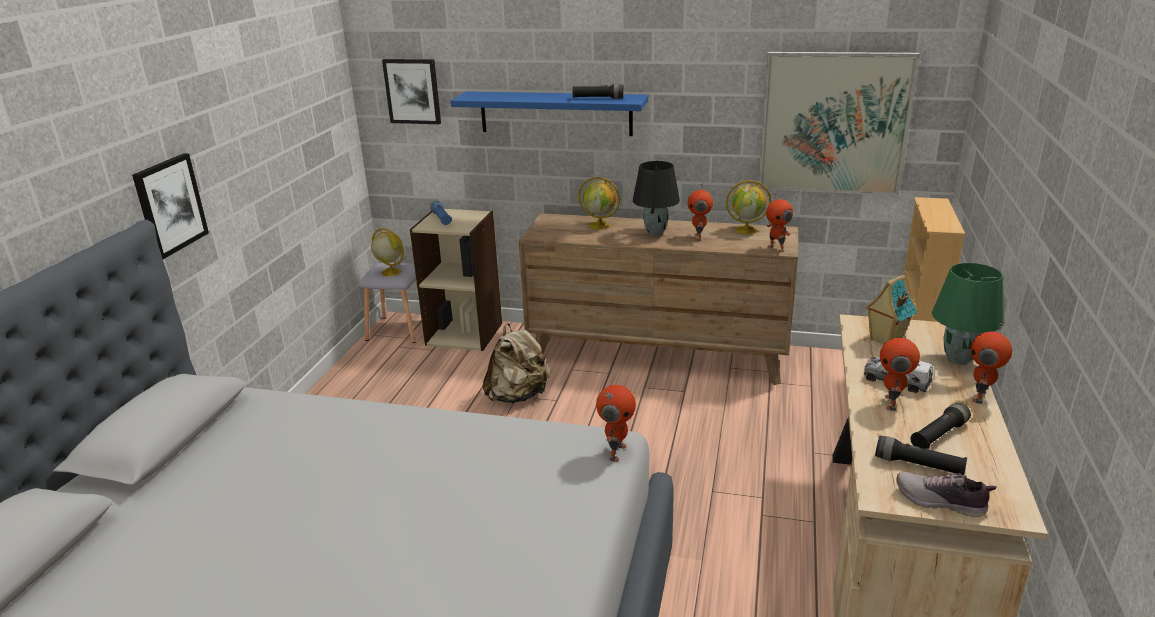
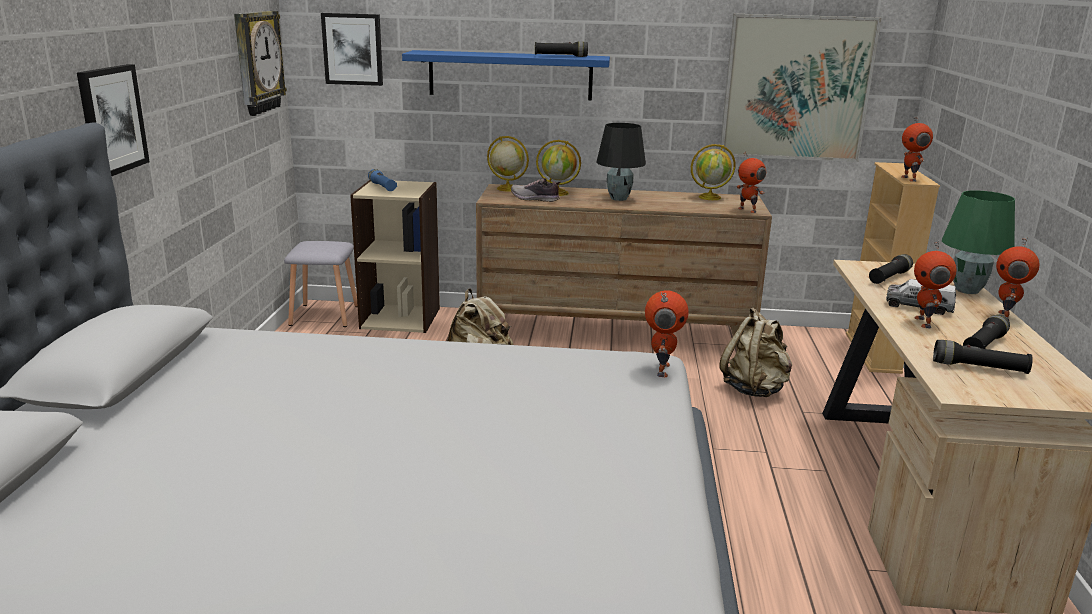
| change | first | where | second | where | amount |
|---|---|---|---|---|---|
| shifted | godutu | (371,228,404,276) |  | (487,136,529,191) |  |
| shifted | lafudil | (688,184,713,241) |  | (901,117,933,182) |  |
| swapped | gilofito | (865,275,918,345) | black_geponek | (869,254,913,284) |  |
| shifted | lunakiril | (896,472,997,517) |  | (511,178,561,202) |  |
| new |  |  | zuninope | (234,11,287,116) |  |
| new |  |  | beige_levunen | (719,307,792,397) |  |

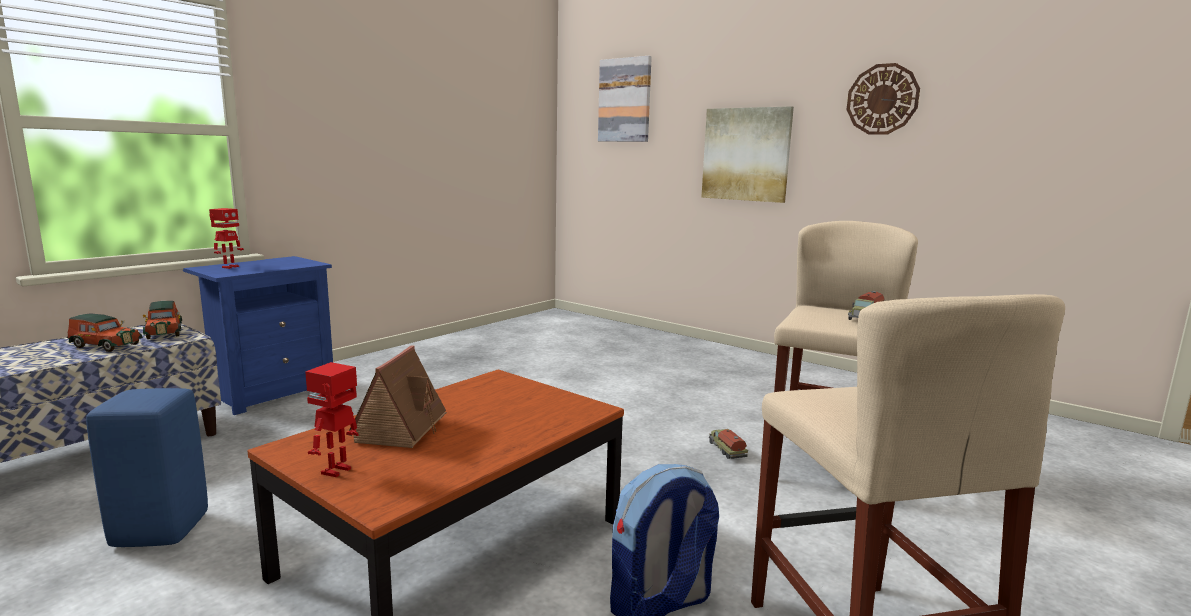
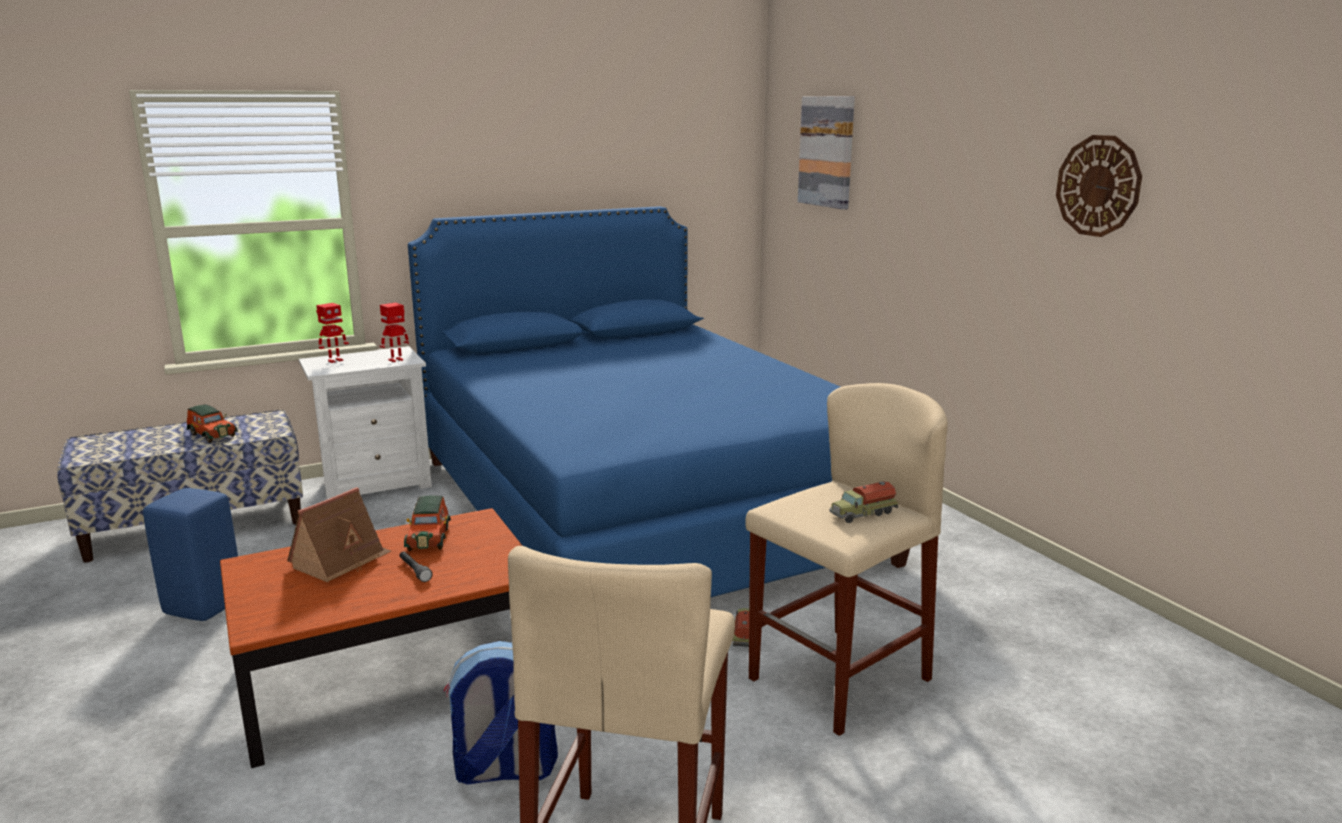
| change | first | where | second | where | amount |
|---|---|---|---|---|---|
| shifted | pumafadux | (143,301,182,339) |  | (404,495,451,551) |  |
| repainted | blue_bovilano | (183,256,333,415) | white_bovilano | (299,346,432,499) |  |
| shifted | lafudil | (305,362,358,477) |  | (380,303,409,362) |  |
| gone | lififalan | (701,106,794,203) |  |  |  |
| new |  |  | grey_geponek | (400,551,432,582) |  |
| new |  |  | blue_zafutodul | (408,206,910,597) |  |

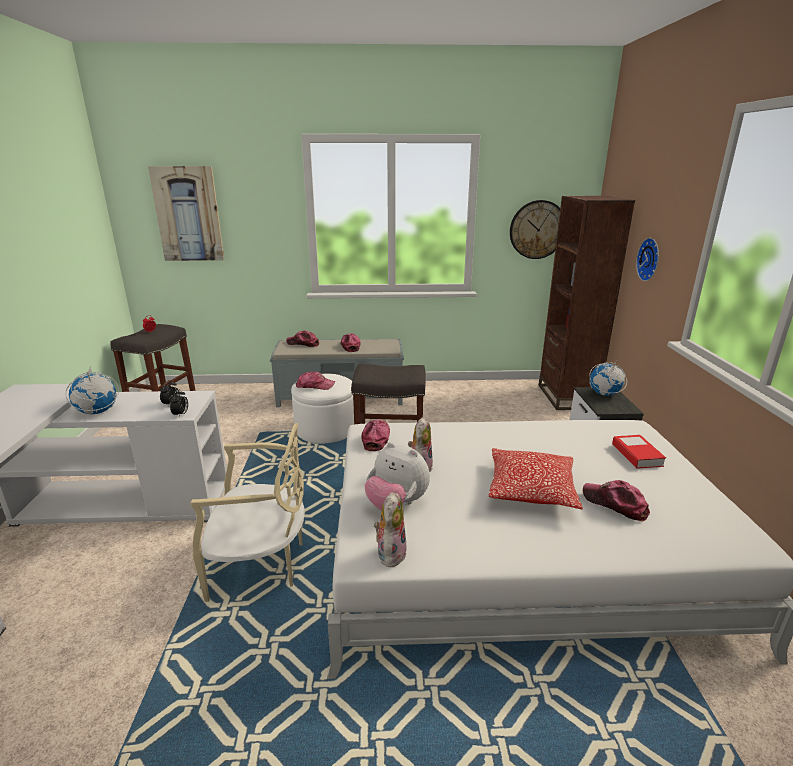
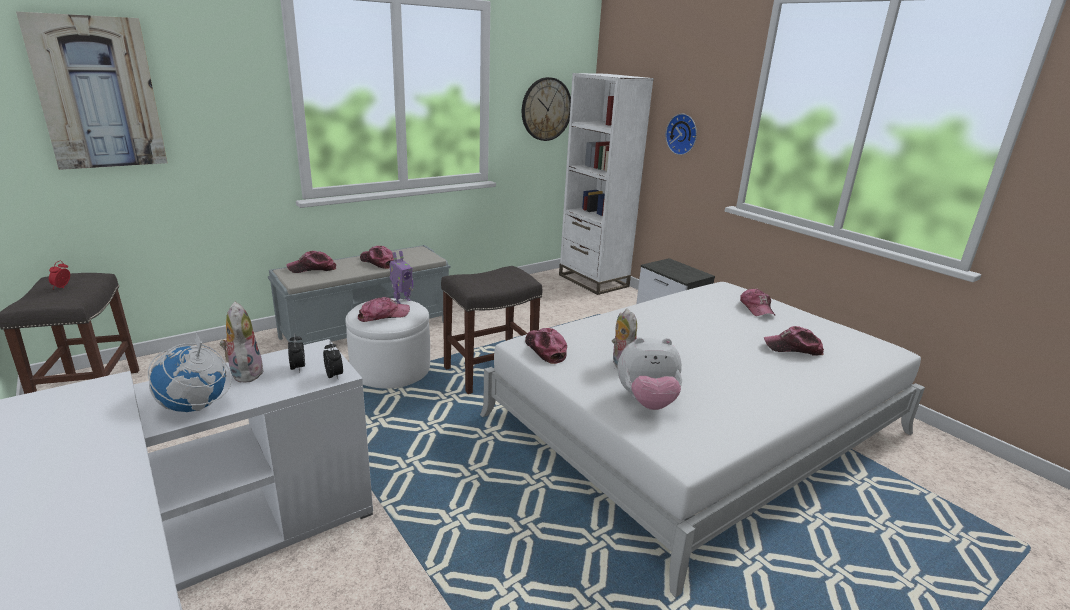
| change | first | where | second | where | amount |
|---|---|---|---|---|---|
| gone | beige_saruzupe | (191,423,305,602) |  |  |  |
| shifted | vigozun | (374,492,406,568) |  | (219,302,264,383) |  |
| gone | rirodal | (489,448,583,509) |  |  |  |
| repainted | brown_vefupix | (539,196,635,410) | white_vefupix | (559,73,654,295) |  |
| gone | godutu | (589,362,627,396) |  |  |  |
| swapped | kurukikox | (612,435,666,469) | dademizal | (740,289,775,316) |  |
| new |  |  | lafudil | (389,251,413,304) |  |

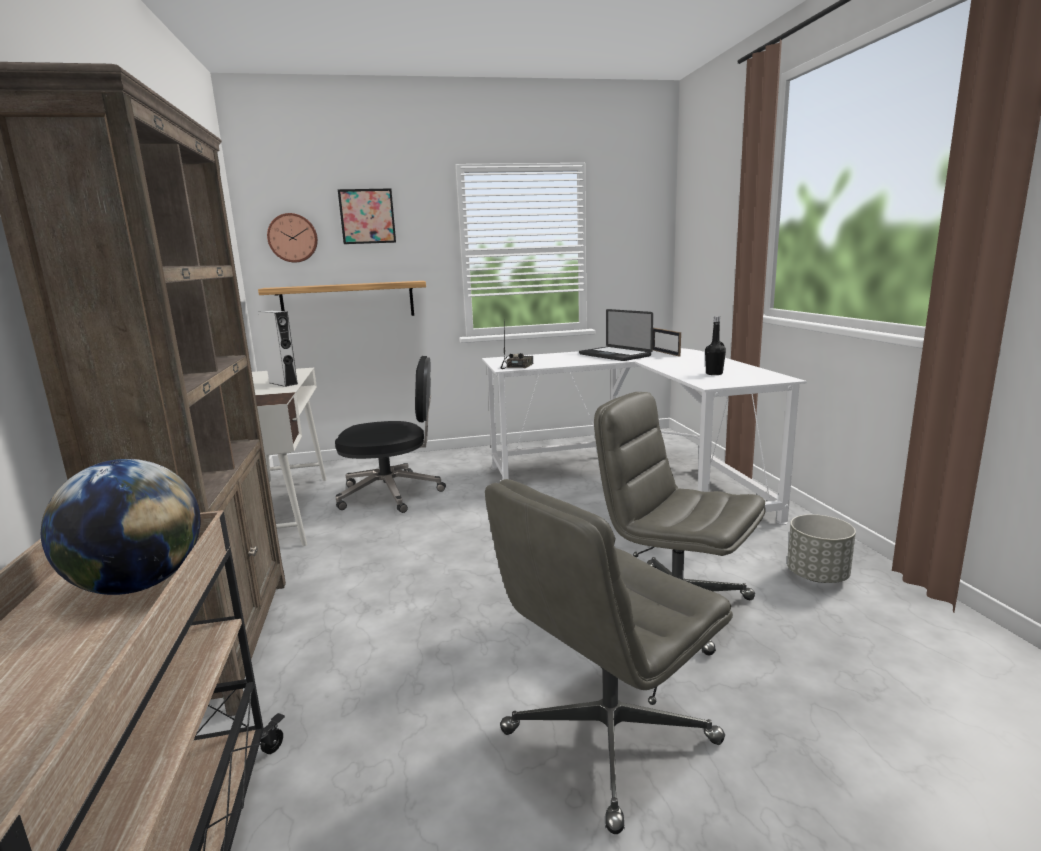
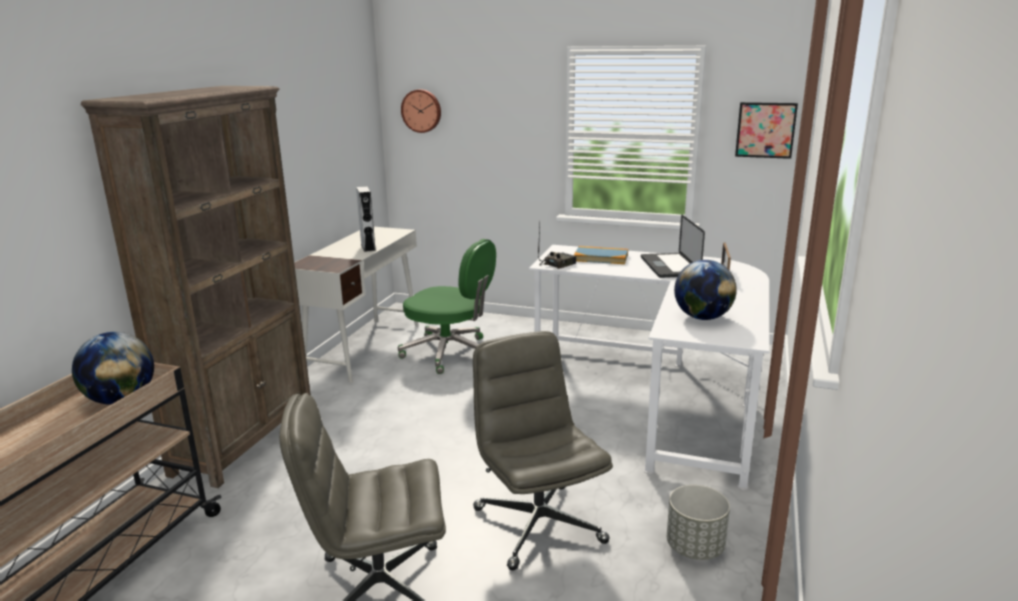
| change | first | where | second | where | amount |
|---|---|---|---|---|---|
| gone | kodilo | (258,281,426,316) |  |  |  |
| repainted | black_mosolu | (335,356,446,513) | green_mosolu | (398,239,496,374) |  |
| shifted | lififalan | (338,188,396,244) |  | (735,102,798,159) |  |
| swapped | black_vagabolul | (705,316,726,375) | godutu | (674,260,737,320) |  |
| new |  |  | kurukikox | (574,246,628,264) |  |

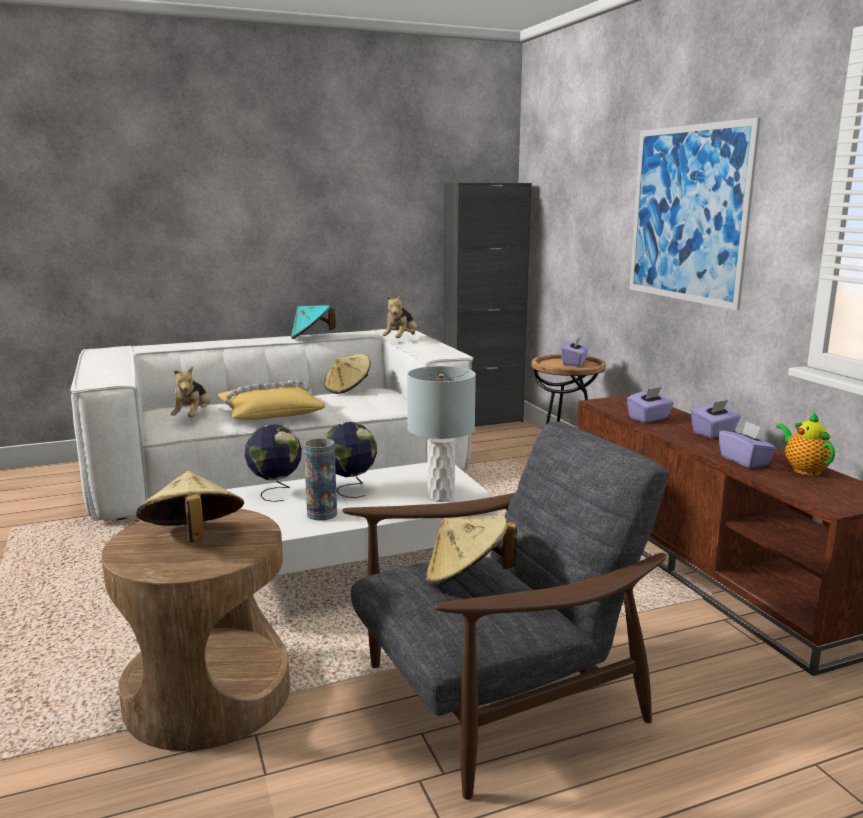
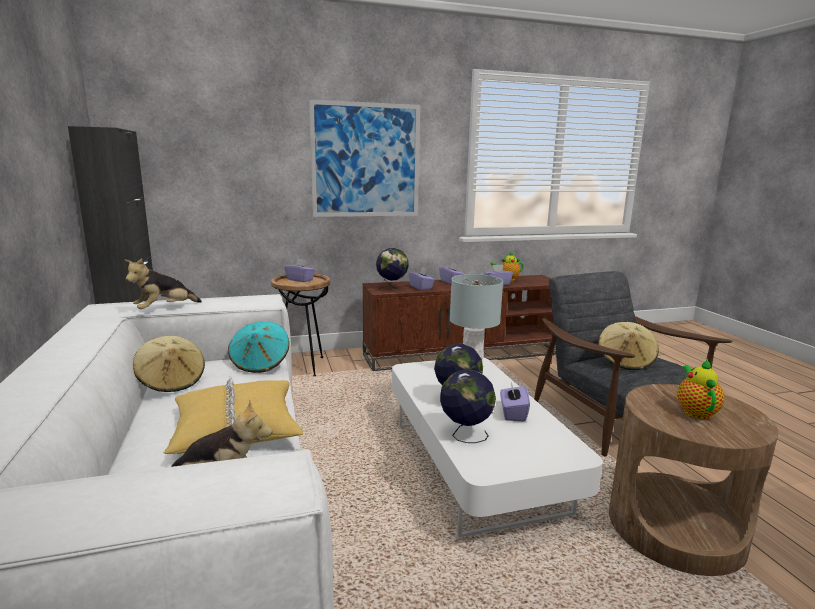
| change | first | where | second | where | amount |
|---|---|---|---|---|---|
| swapped | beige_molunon | (136,471,244,542) | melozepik | (677,359,724,420) |  |
| shifted | turquoise_molunon | (291,305,336,339) |  | (228,321,289,373) |  |
| swapped | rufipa | (304,438,337,521) | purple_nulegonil | (500,382,530,422) |  |
| rotated | vigozun | (382,294,417,338) |  | (125,258,202,309) | 105 degrees clockwise |
| new |  |  | godutu | (376,248,409,290) |  |

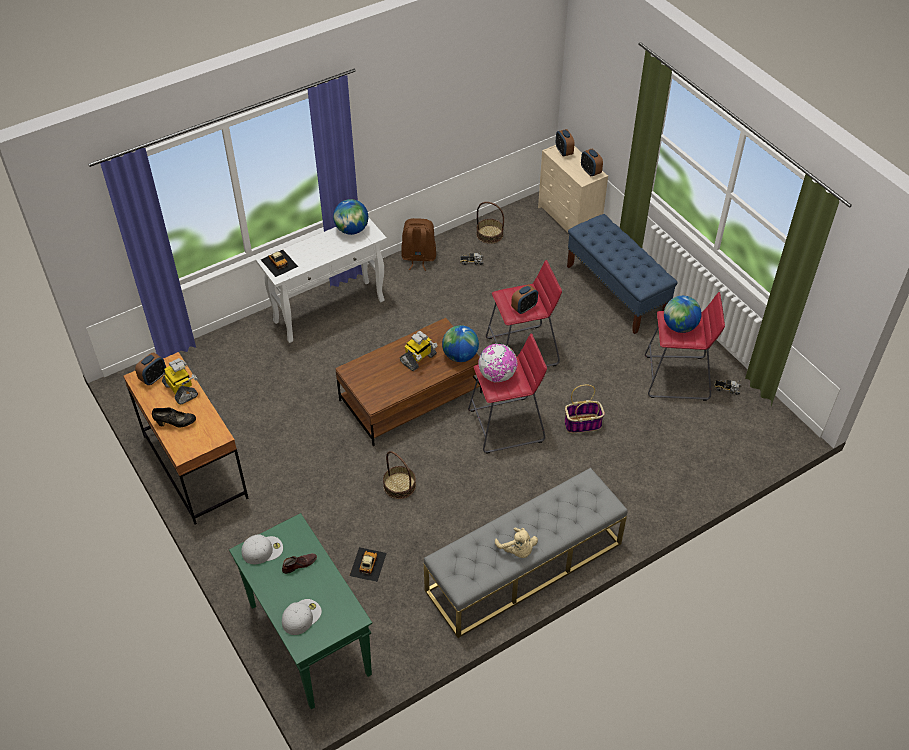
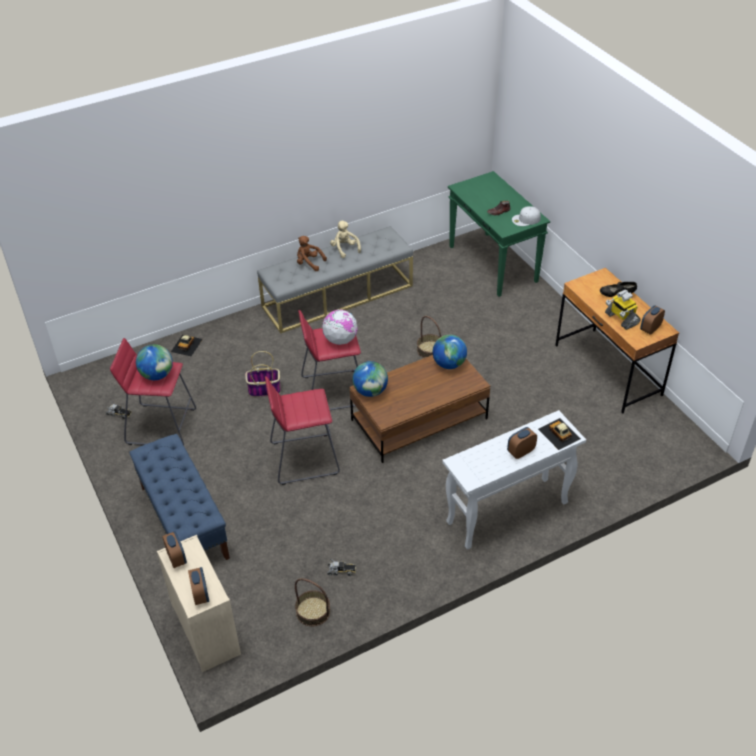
| change | first | where | second | where | amount |
|---|---|---|---|---|---|
| gone | white_dademizal | (282,599,322,635) |  |  |  |
| shifted | godutu | (333,199,368,235) |  | (433,335,467,369) |  |
| shifted | pumafadux | (349,547,387,582) |  | (171,335,203,356) |  |
| gone | lafudil | (400,331,438,371) |  |  |  |
| gone | brown_levunen | (401,218,436,271) |  |  |  |
| shifted | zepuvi | (511,284,538,314) |  | (507,427,537,459) |  |
| new |  |  | brown_vigozun | (297,236,327,271) |  |

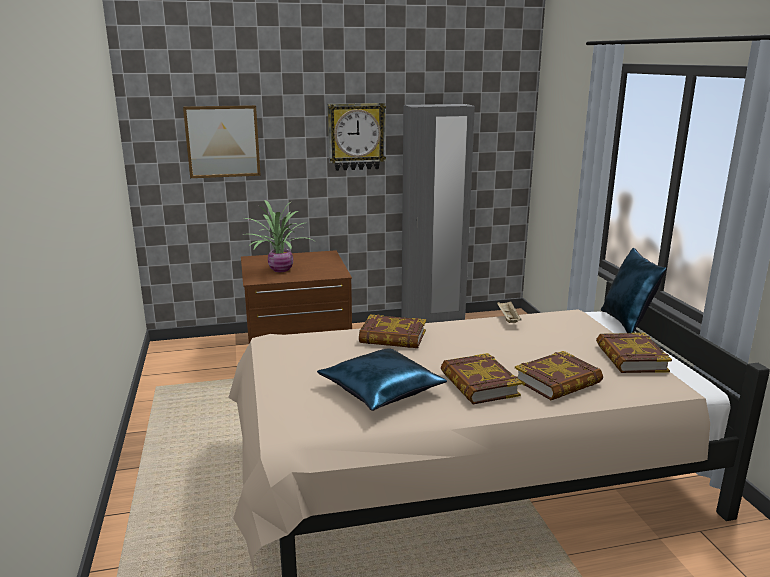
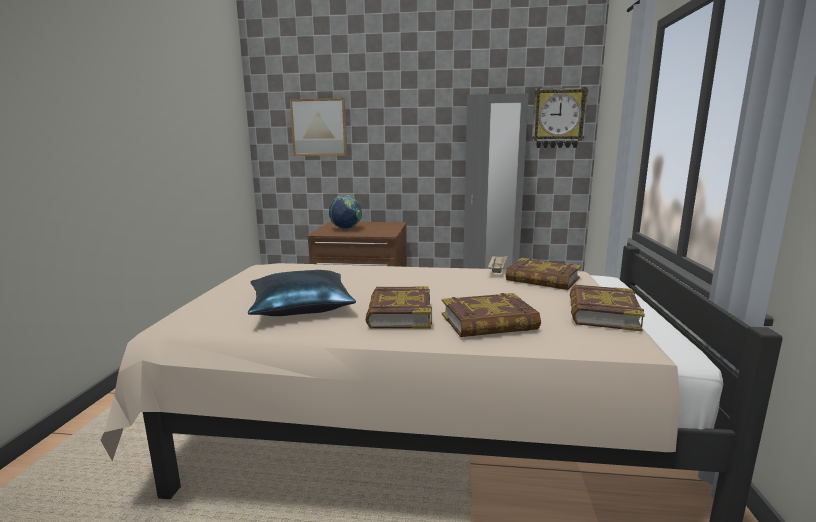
| change | first | where | second | where | amount |
|---|---|---|---|---|---|
| swapped | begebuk | (243,200,314,272) | godutu | (328,195,362,230) |  |
| shifted | zuninope | (328,103,386,171) |  | (532,87,589,148) |  |
| shifted | kurukikox | (359,315,426,348) |  | (506,258,581,290) |  |
| gone | blue_rirodal | (601,248,667,333) |  |  |  |

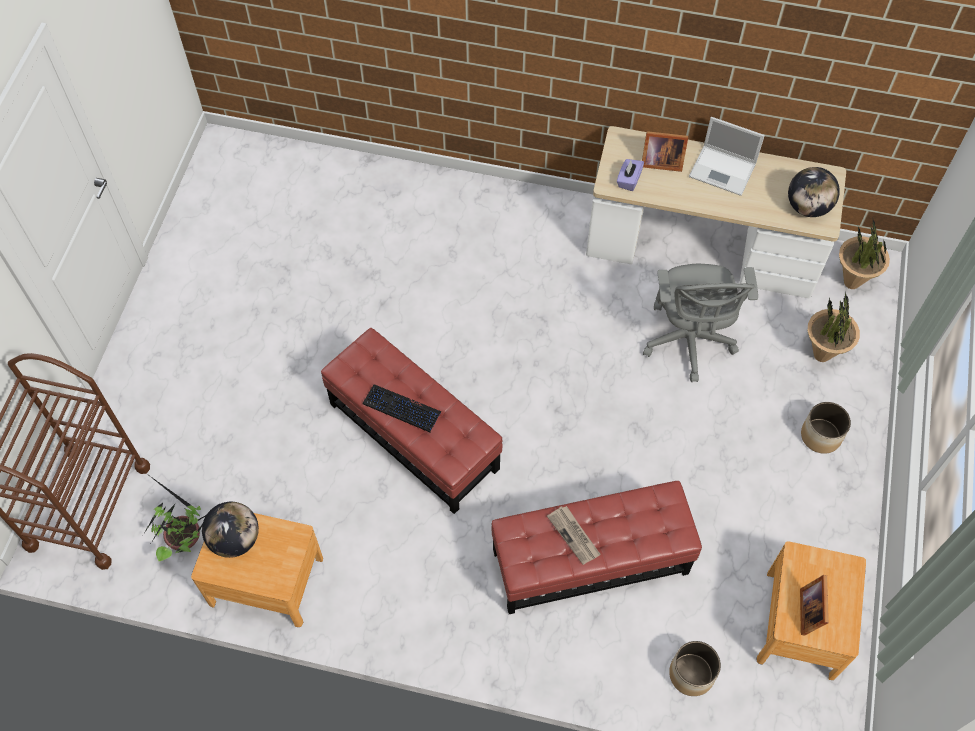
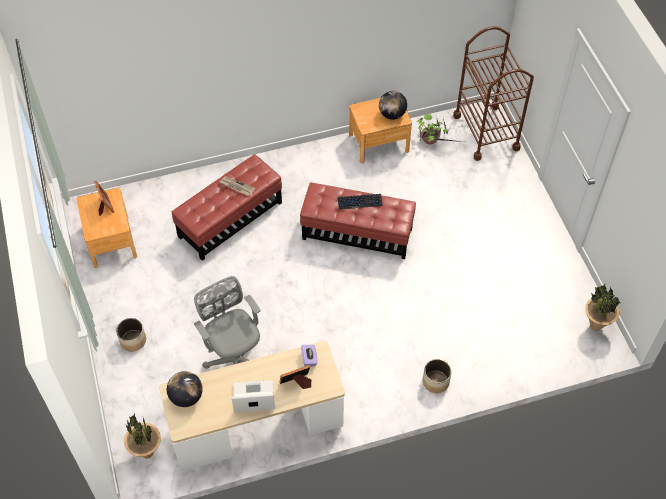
| change | first | where | second | where | amount |
|---|---|---|---|---|---|
| shifted | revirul | (669,641,721,696) |  | (423,359,451,393) |  |
| shifted | begebuk | (808,292,860,362) |  | (585,284,620,331) |  |

